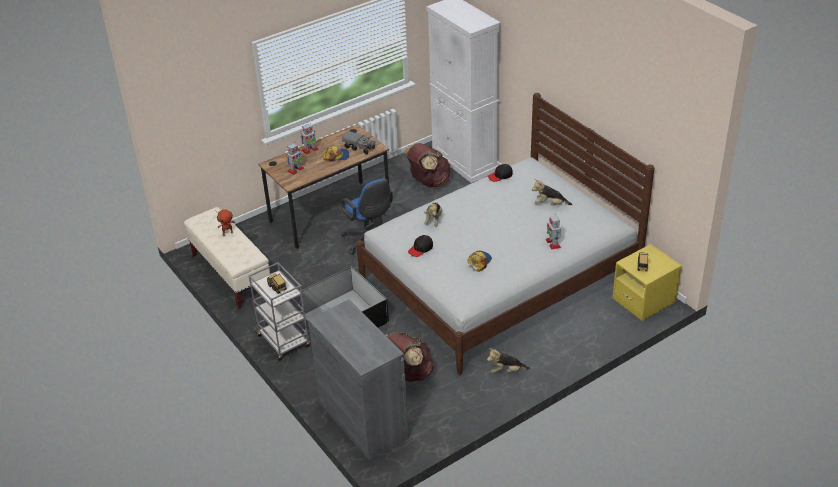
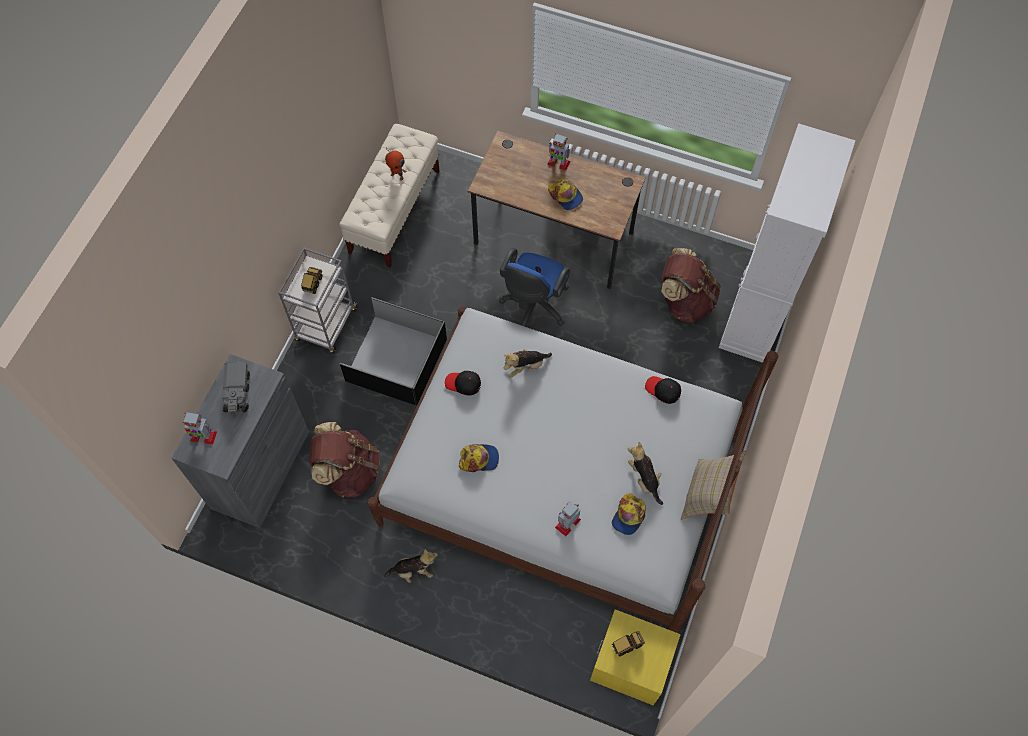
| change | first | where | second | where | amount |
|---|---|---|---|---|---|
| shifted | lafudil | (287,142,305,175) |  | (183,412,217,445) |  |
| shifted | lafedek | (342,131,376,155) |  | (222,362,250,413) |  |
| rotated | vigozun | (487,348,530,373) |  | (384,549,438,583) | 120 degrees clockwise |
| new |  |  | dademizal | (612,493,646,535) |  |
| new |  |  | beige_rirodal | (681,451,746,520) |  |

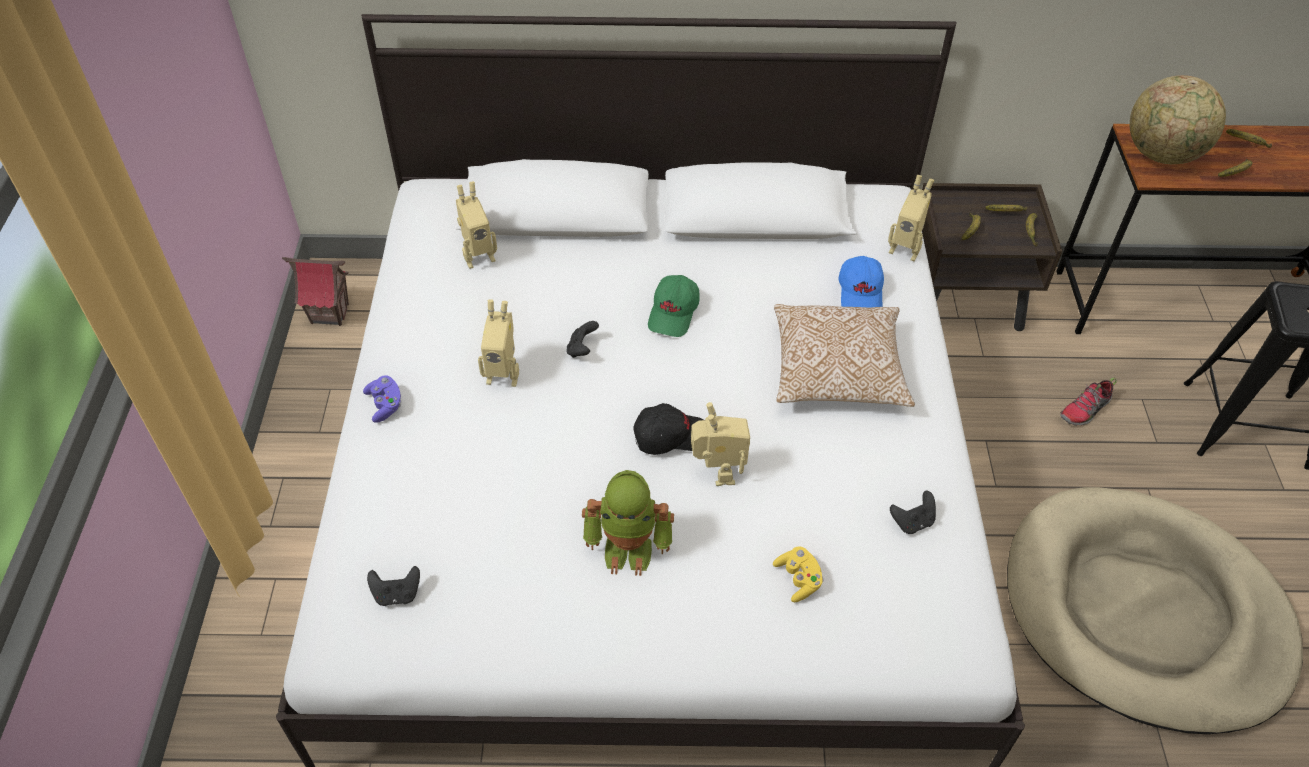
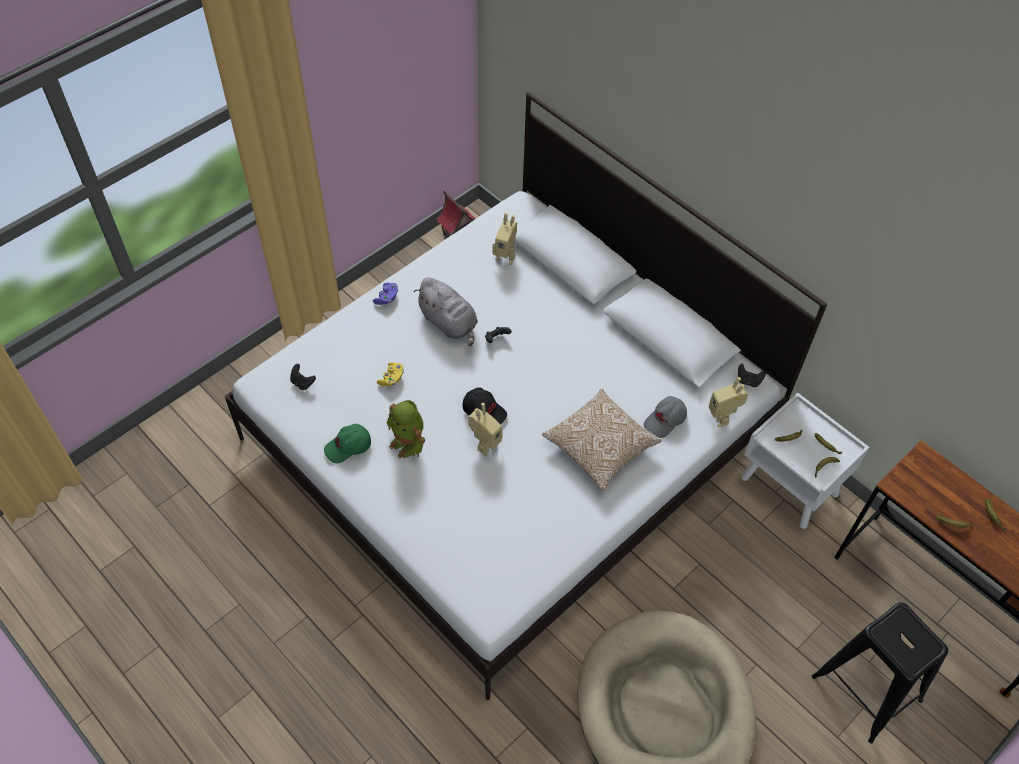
| change | first | where | second | where | amount |
|---|---|---|---|---|---|
| swapped | lafudil | (478,299,519,387) | grey_vigozun | (414,278,478,346) |  |
| shifted | green_dademizal | (648,275,700,337) |  | (324,424,371,463) |  |
| shifted | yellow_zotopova | (773,546,824,602) |  | (377,362,404,386) |  |
| repainted | blue_dademizal | (838,256,884,307) | grey_dademizal | (644,396,687,438) |  |
| shifted | black_zotopova | (890,490,936,534) |  | (738,364,766,387) |  |
| repainted | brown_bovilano | (922,183,1062,331) | white_bovilano | (741,393,869,529) |  |
| gone | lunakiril | (1060,378,1117,426) |  |  |  |
| gone | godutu | (1130,75,1226,164) |  |  |  |

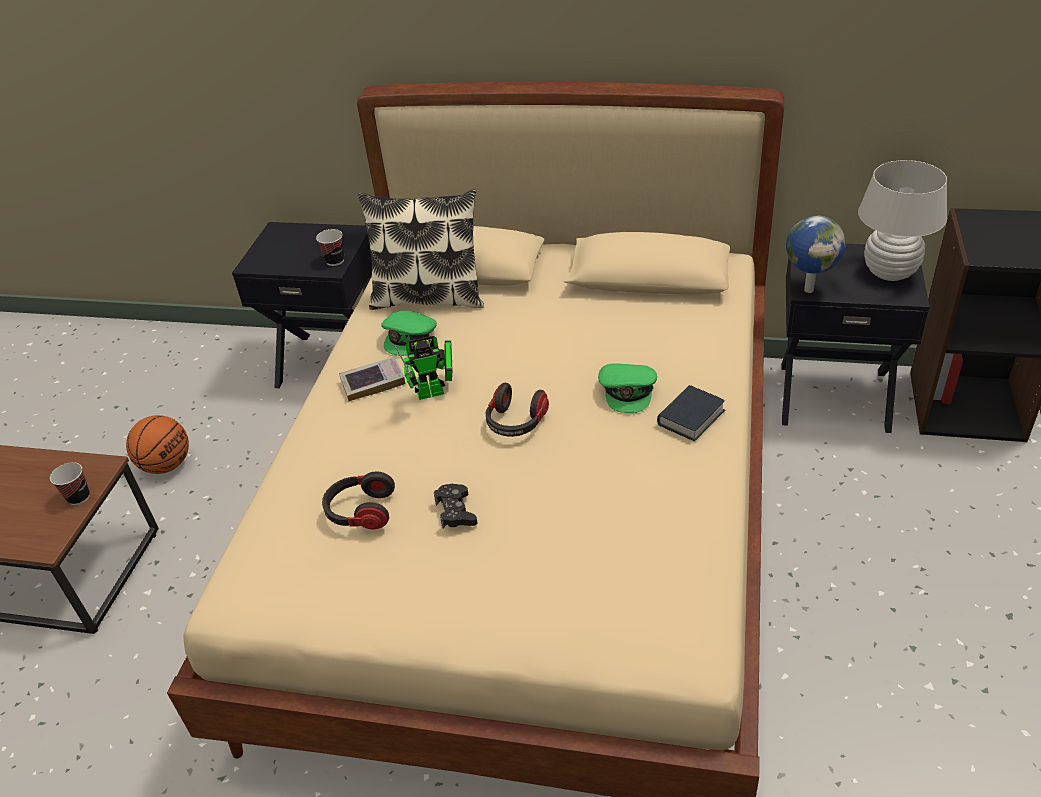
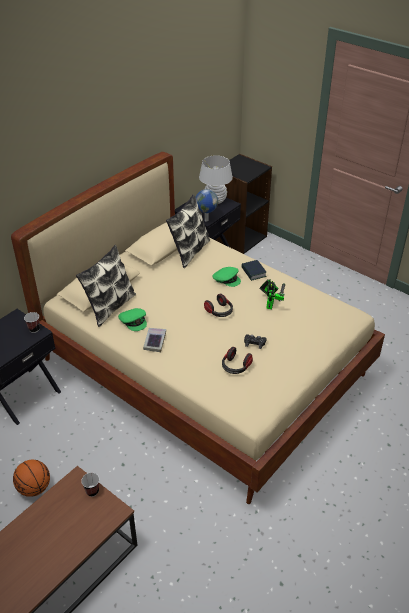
| change | first | where | second | where | amount |
|---|---|---|---|---|---|
| shifted | lafudil | (394,336,453,400) |  | (260,279,285,309) |  |
| new |  |  | rirodal | (166,194,210,268) |  |

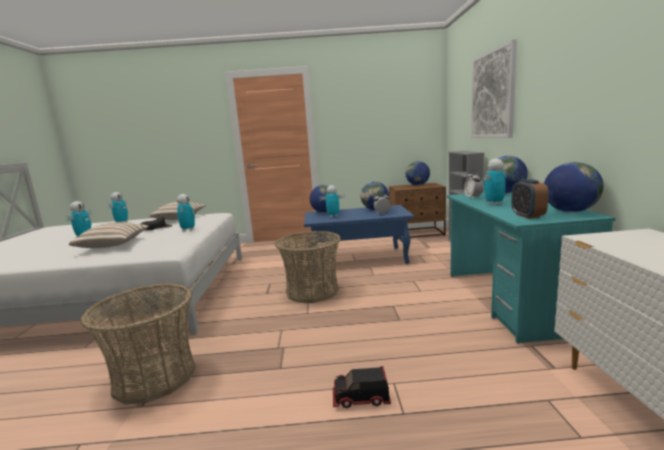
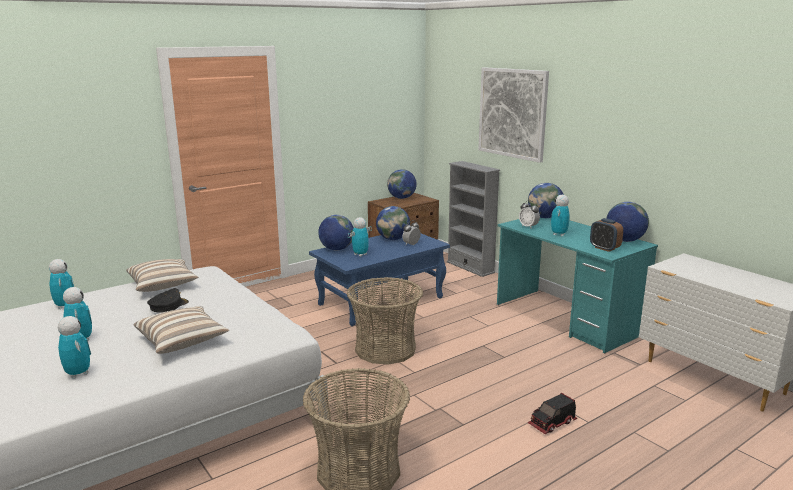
| change | first | where | second | where | amount |
|---|---|---|---|---|---|
| shifted | lafudil | (177,194,195,231) |  | (58,316,91,379) |  |

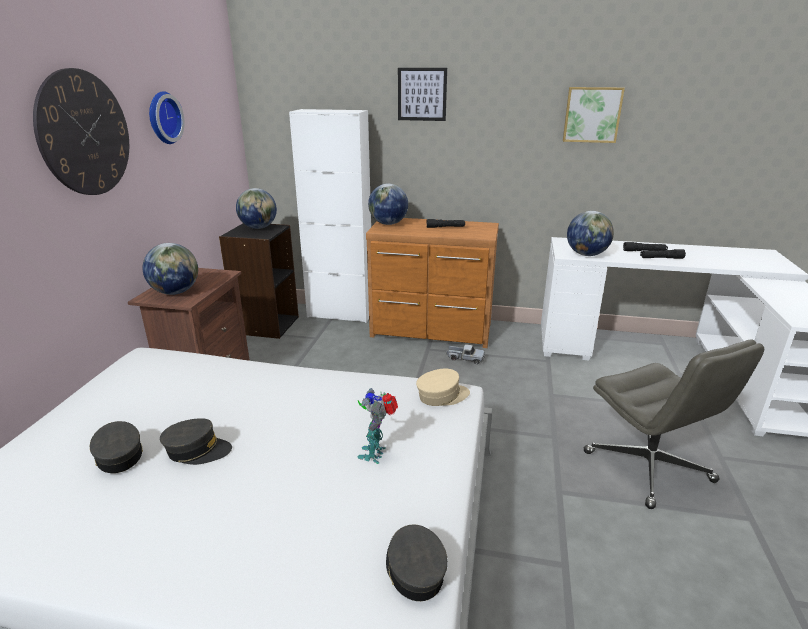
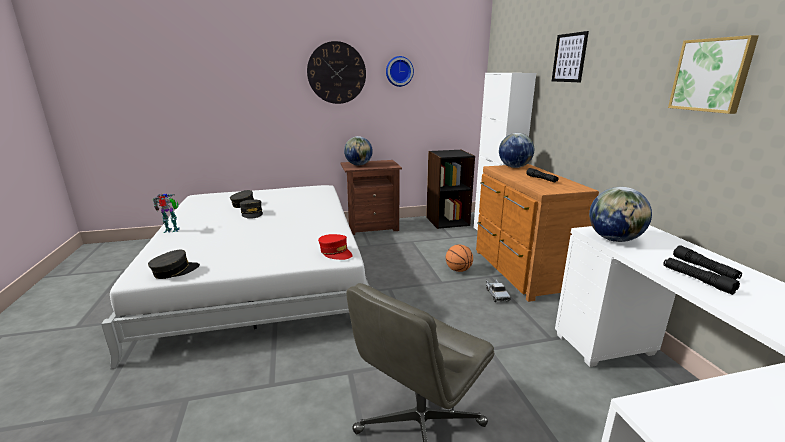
| change | first | where | second | where | amount |
|---|---|---|---|---|---|
| gone | godutu | (236,188,277,229) |  |  |  |
| shifted | lafudil | (357,388,398,464) |  | (152,194,180,233) |  |
| repainted | beige_dademizal | (416,369,470,406) | red_dademizal | (318,234,353,260) |  |
| new |  |  | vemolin | (446,244,473,272) |  |

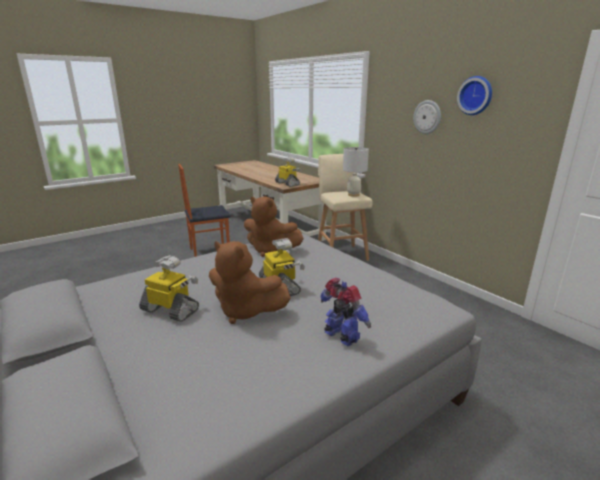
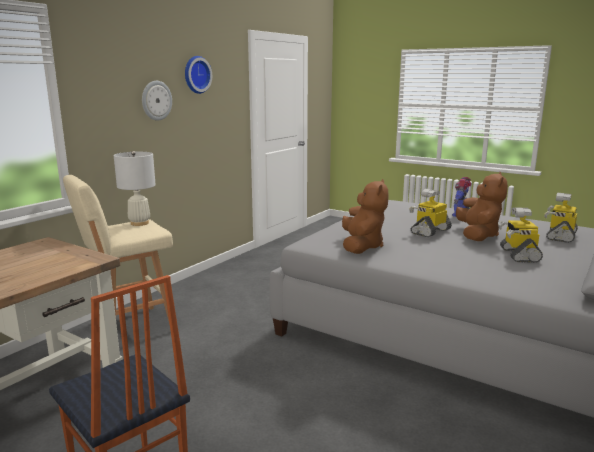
| change | first | where | second | where | amount |
|---|---|---|---|---|---|
| shifted | lafudil | (275,157,301,187) |  | (544,193,578,243) |  |

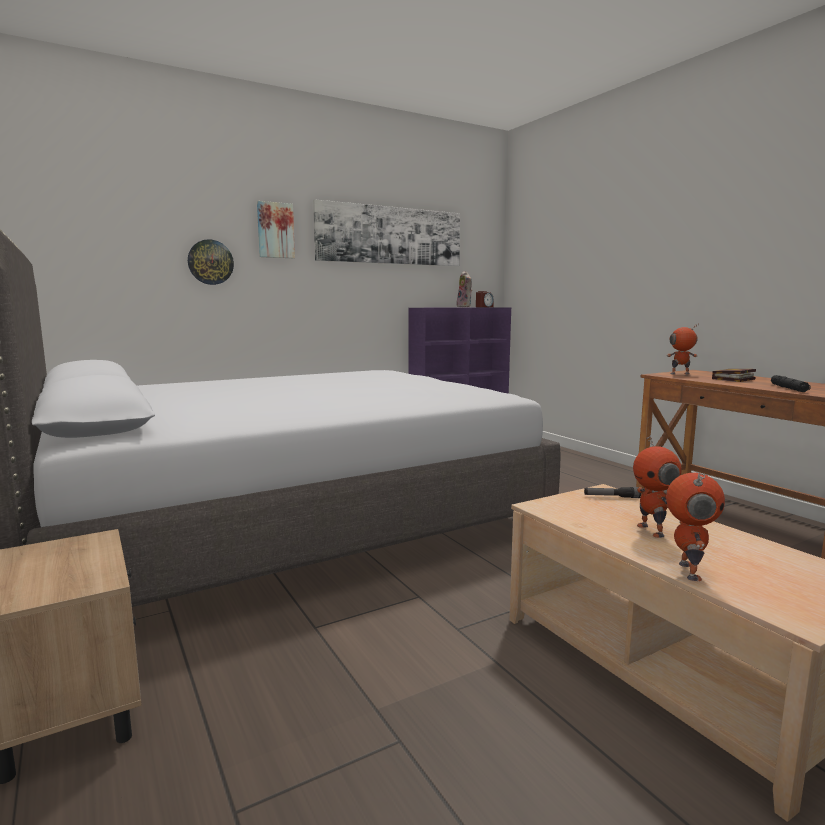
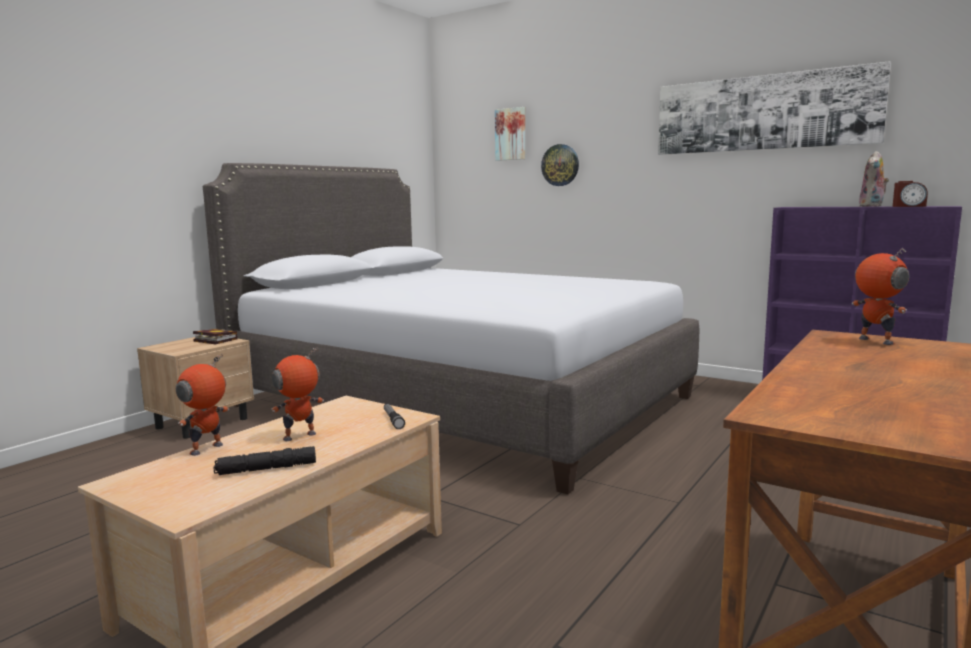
| change | first | where | second | where | amount |
|---|---|---|---|---|---|
| shifted | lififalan | (257,201,295,258) |  | (495,107,525,161) |  |
| rotated | lafudil | (666,473,725,581) |  | (176,353,229,456) | 135 degrees clockwise |
| shifted | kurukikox | (712,369,756,382) |  | (193,329,237,344) |  |
| shifted | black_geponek | (771,375,811,392) |  | (213,446,316,475) |  |

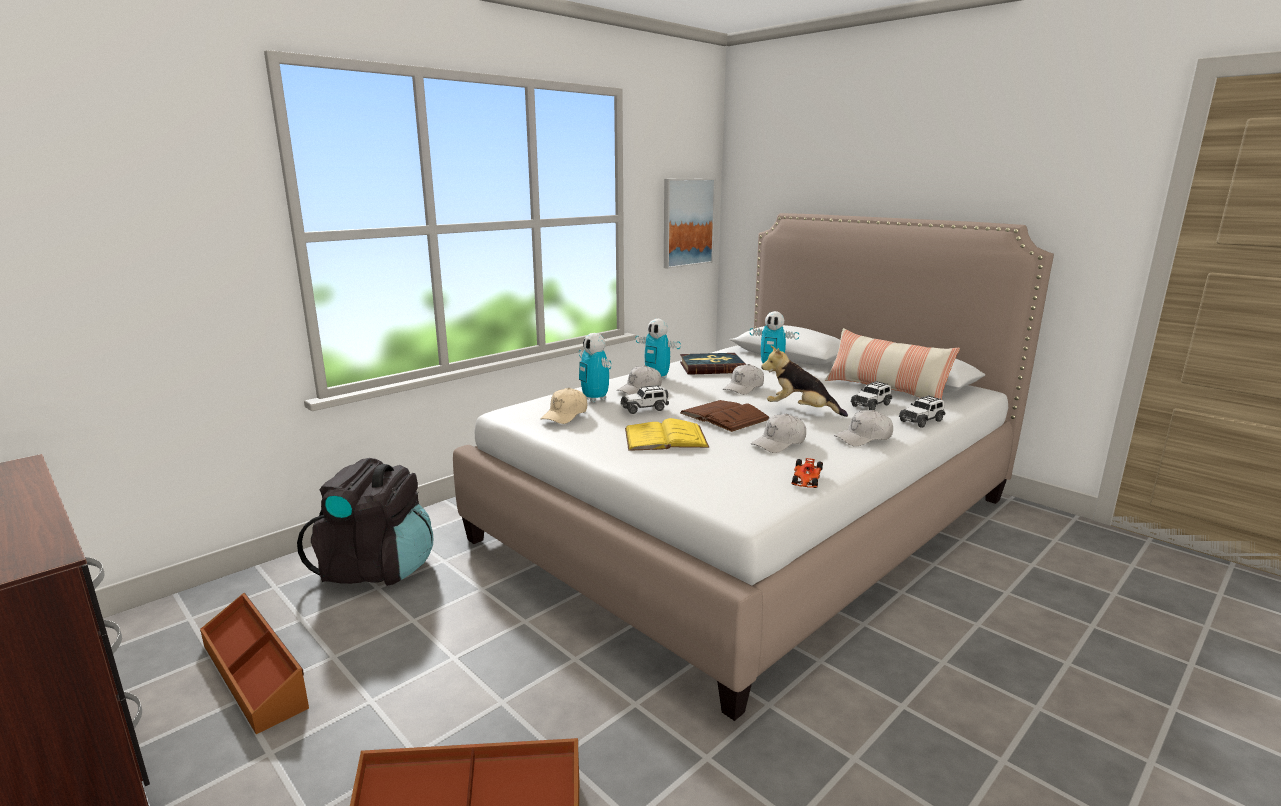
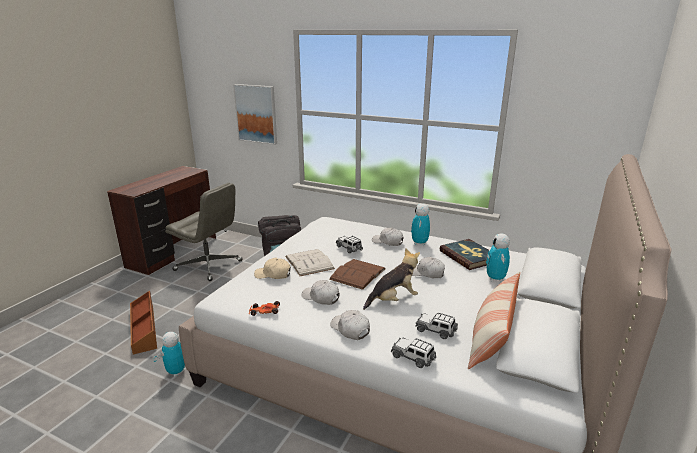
| change | first | where | second | where | amount |
|---|---|---|---|---|---|
| swapped | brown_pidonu | (200,593,309,734) | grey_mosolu | (165,183,243,281) |  |
| shifted | beige_dademizal | (541,388,587,424) |  | (254,258,291,279) |  |
| shifted | lafudil | (579,333,612,402) |  | (153,332,185,377) |  |
| repainted | yellow_kurukikox | (625,418,709,451) | white_kurukikox | (285,249,335,276) |  |
| shifted | lififalan | (664,178,715,269) |  | (233,84,277,145) |  |
| rotated | vigozun | (761,345,848,417) |  | (363,248,420,310) | 60 degrees clockwise |

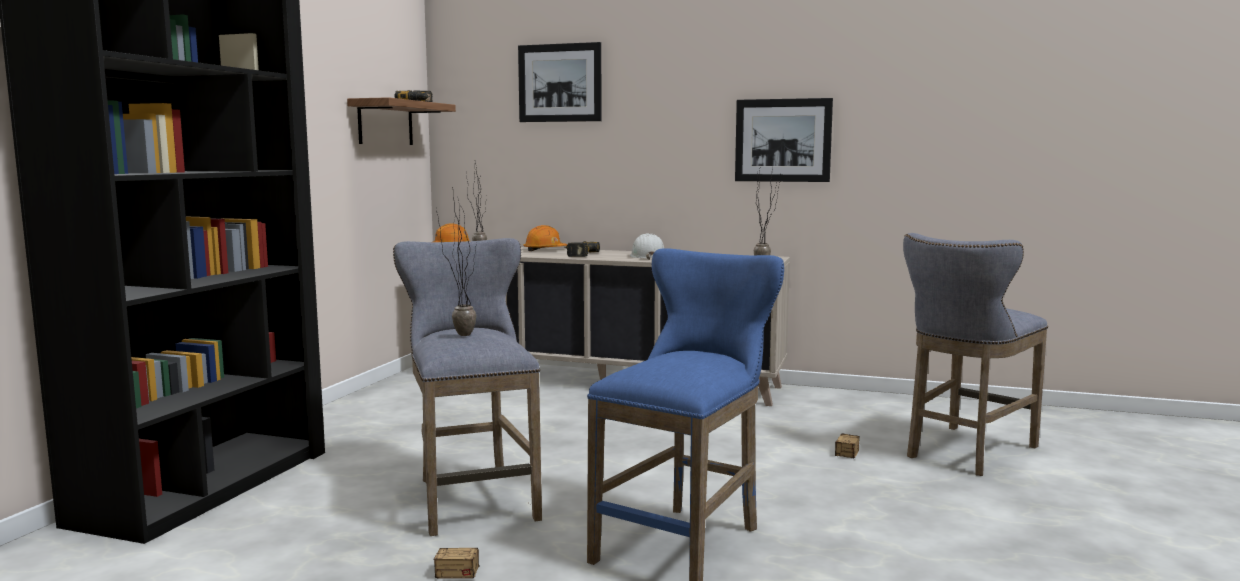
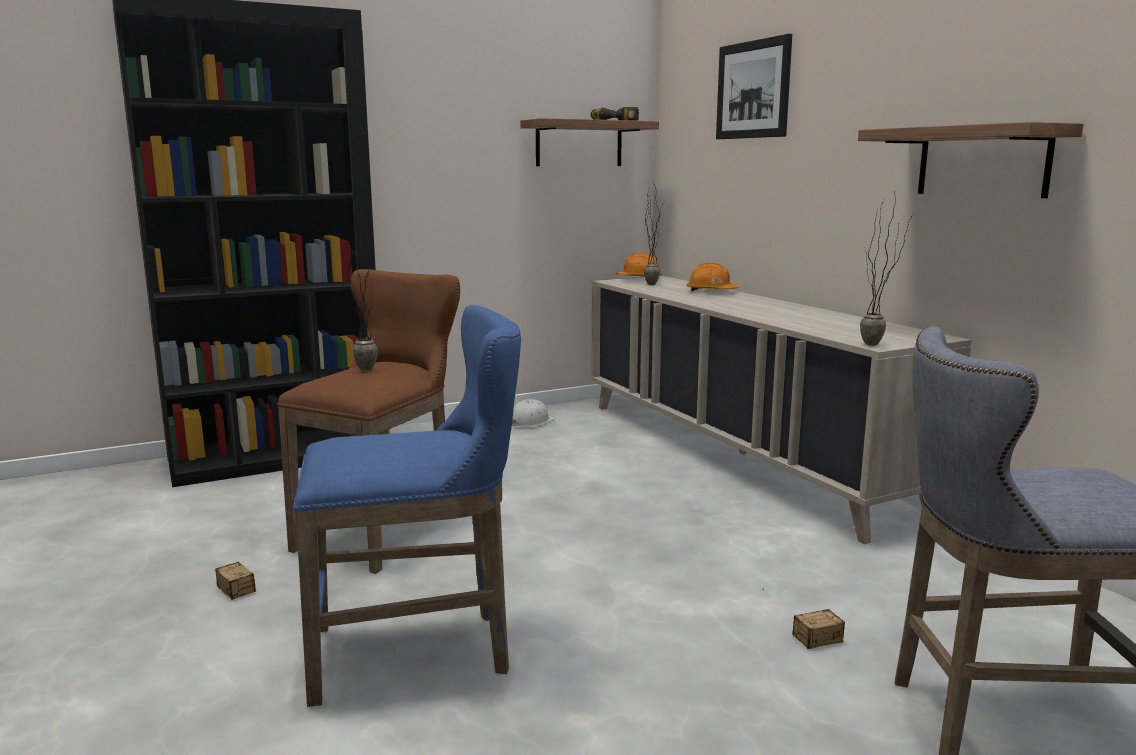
| change | first | where | second | where | amount |
|---|---|---|---|---|---|
| repainted | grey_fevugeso | (393,238,542,536) | brown_fevugeso | (277,269,460,574) |  |
| gone | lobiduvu | (564,241,600,257) |  |  |  |
| shifted | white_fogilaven | (630,233,664,260) |  | (511,399,555,428) |  |
| swapped | lififalan | (735,98,833,182) | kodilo | (858,122,1084,198) |  |

